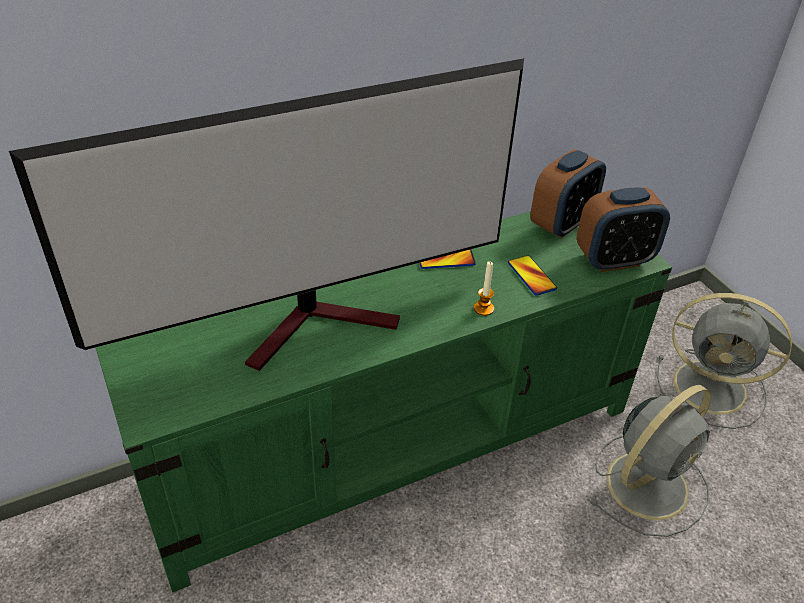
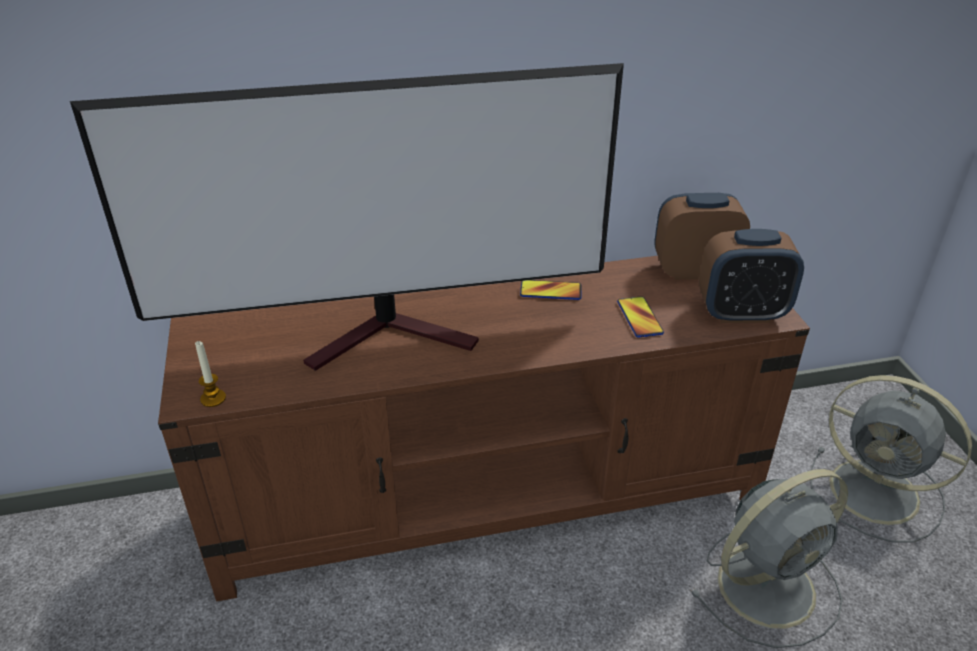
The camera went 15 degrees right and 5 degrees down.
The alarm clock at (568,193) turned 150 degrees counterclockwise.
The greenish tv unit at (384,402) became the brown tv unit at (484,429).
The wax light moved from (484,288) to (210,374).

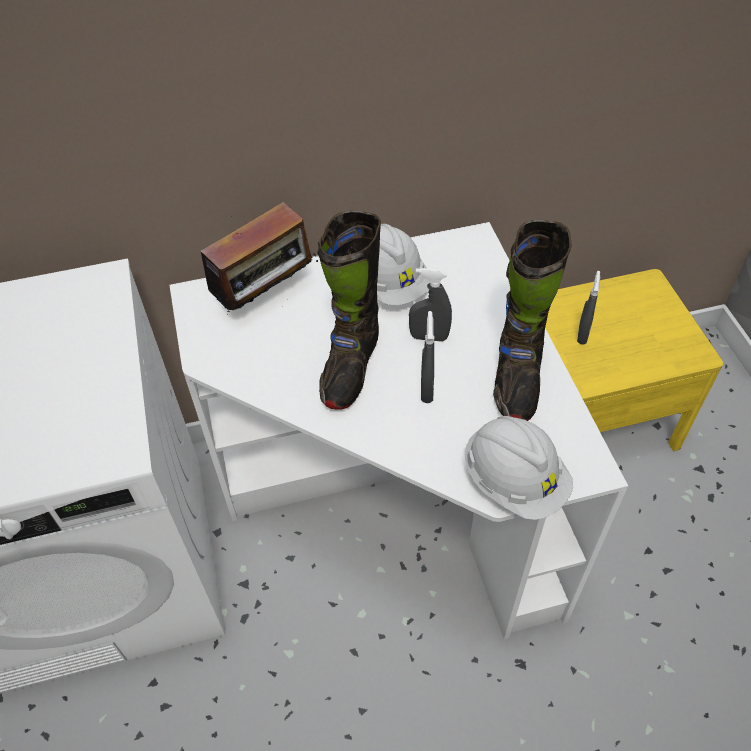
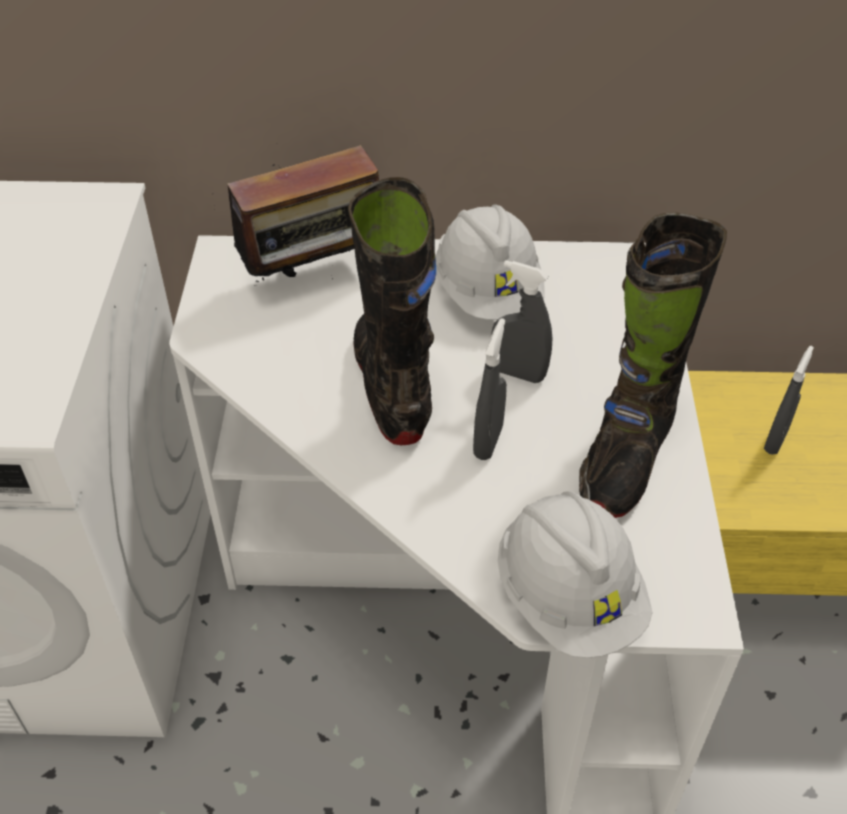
The camera went 15 degrees right and 5 degrees down.
The blackish tall boot at (349,310) turned 135 degrees clockwise.

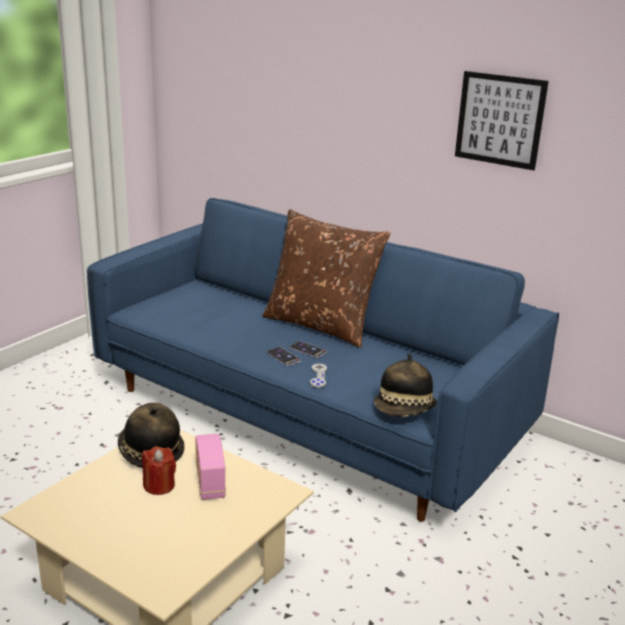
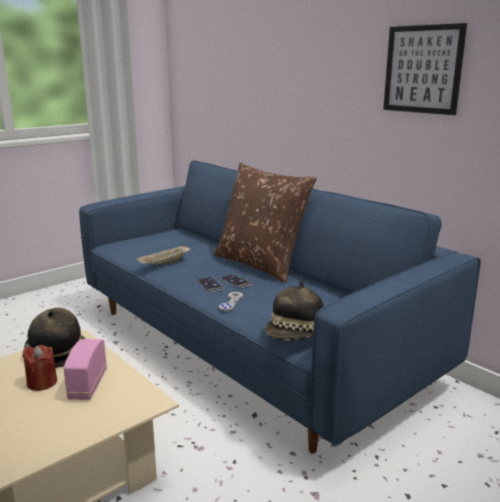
The camera went 15 degrees right and 5 degrees down.
The beige serving tray at (163,254) appeared.

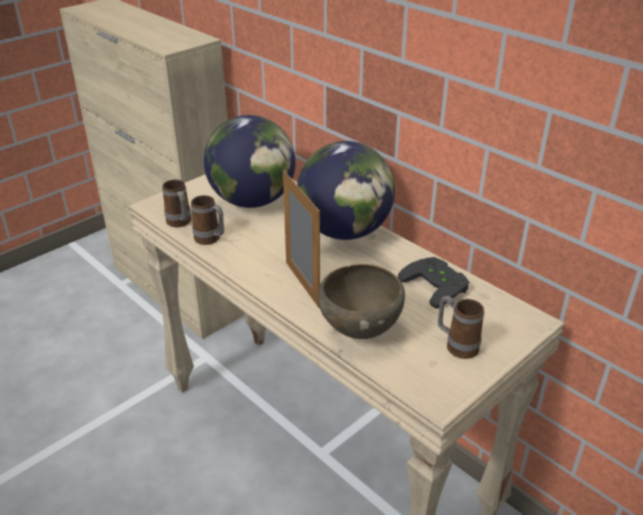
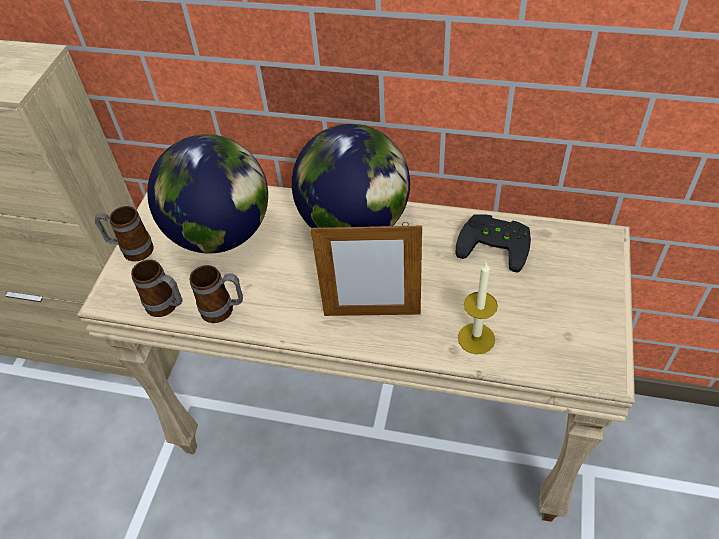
The camera went 30 degrees left and 15 degrees up.
The standing frame at (301,239) turned 150 degrees clockwise.
The brown serving bowl at (361,301) was replaced by the wax light at (478,307).
The mug moved from (461,327) to (124,234).

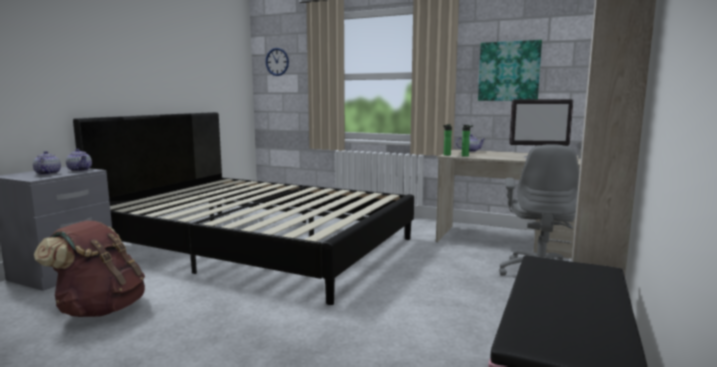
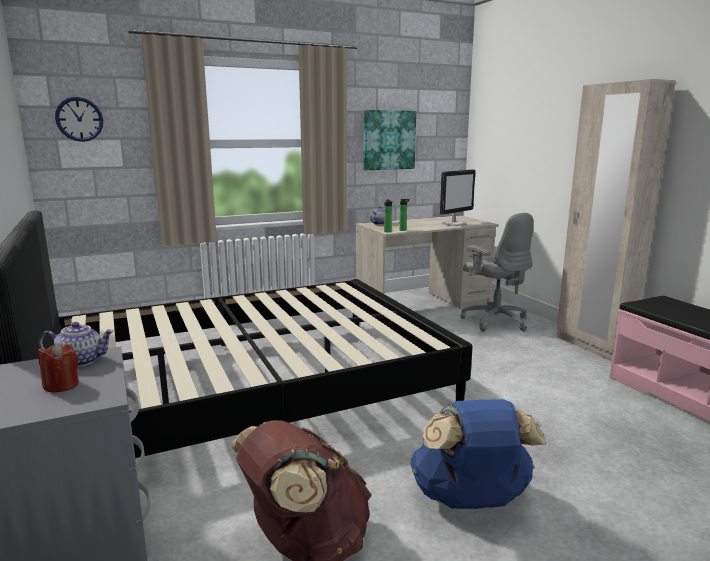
The camera went 50 degrees left and 5 degrees up.
The teapot at (47,163) was replaced by the reddish wax light at (58,368).
The blue rucksack at (478,454) appeared.

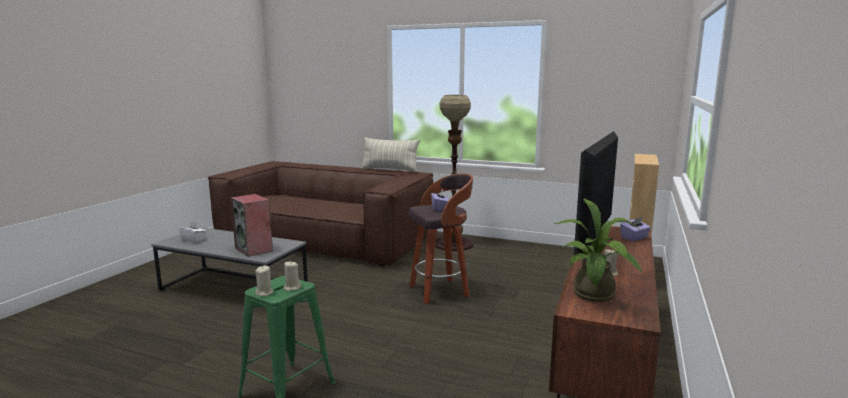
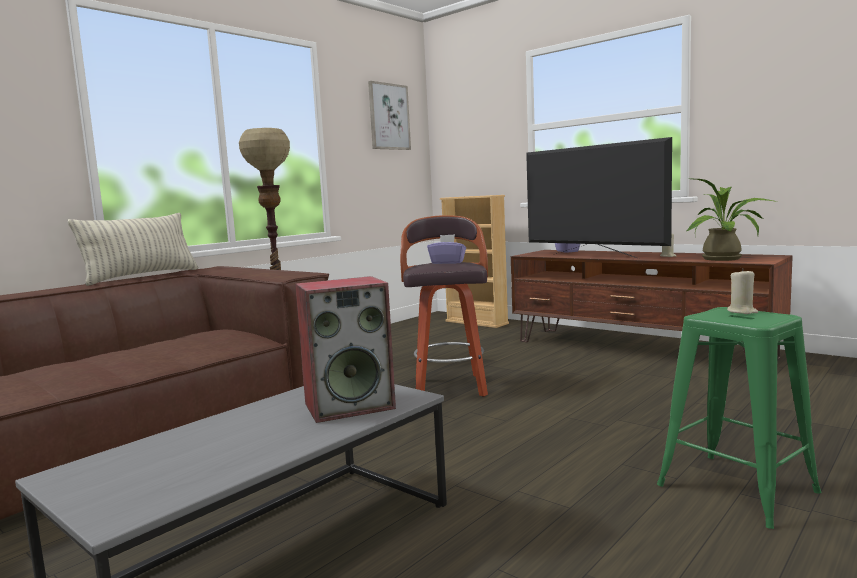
The camera went 70 degrees left and 5 degrees down.
The white tissue holder at (192,232) disappeared.
The beige wax light at (264,281) disappeared.
The picture at (389,115) appeared.

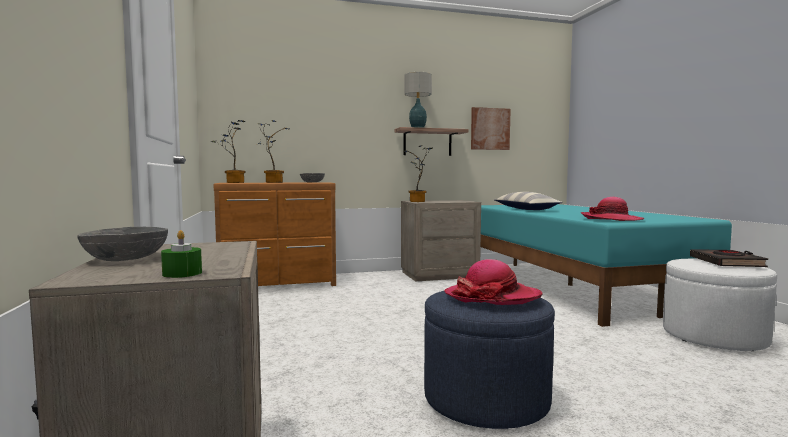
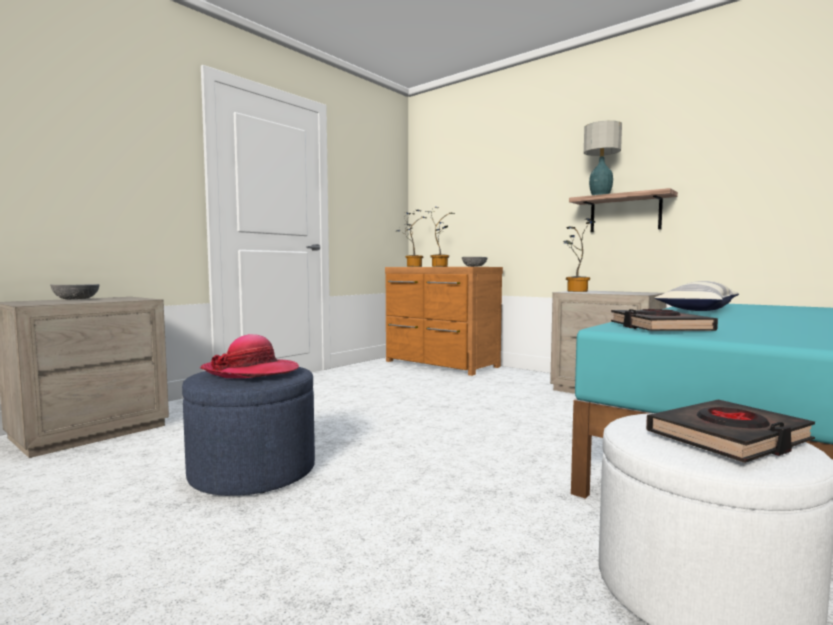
The camera went 55 degrees right and 0 degrees up.
The picture at (491,128) disappeared.
The clothing hat at (612,209) was replaced by the blackish book at (664,320).
The greenish wax light at (181,254) disappeared.

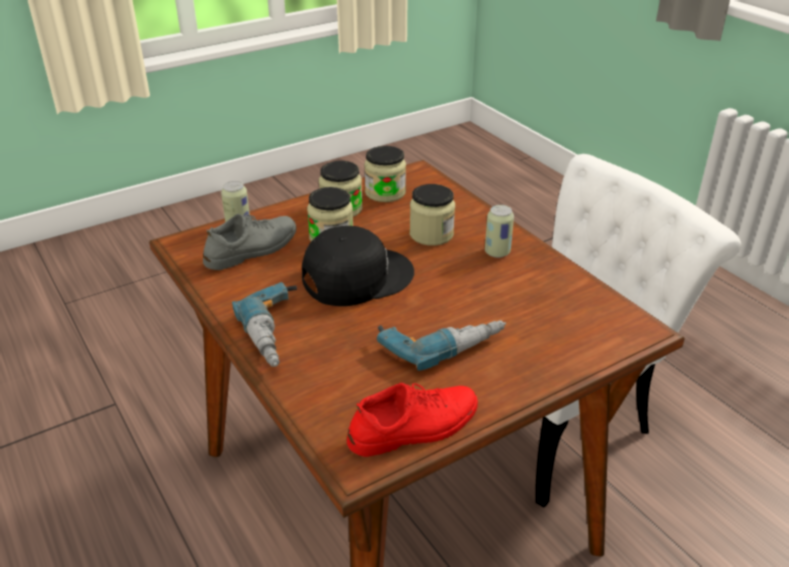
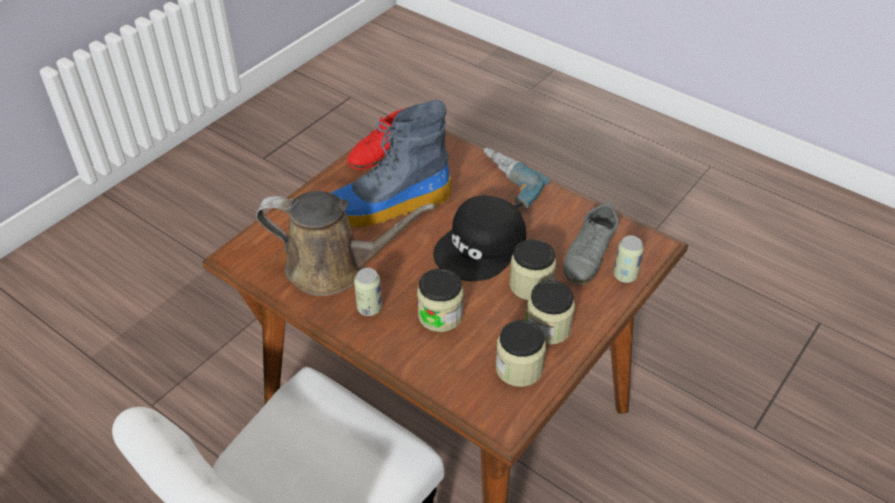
The camera went 160 degrees right and 10 degrees up.
The drill at (441,345) was replaced by the tall boot at (391,164).
The brown watering can at (345,243) appeared.

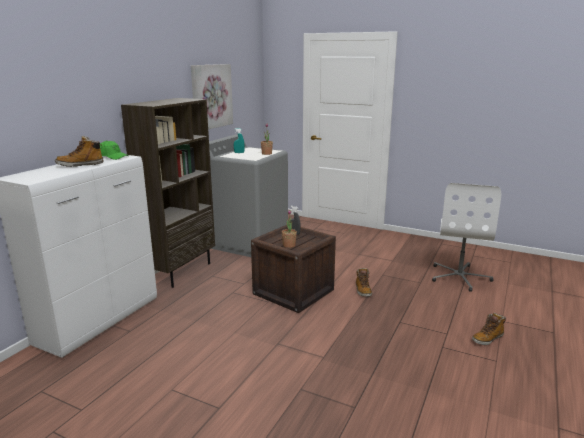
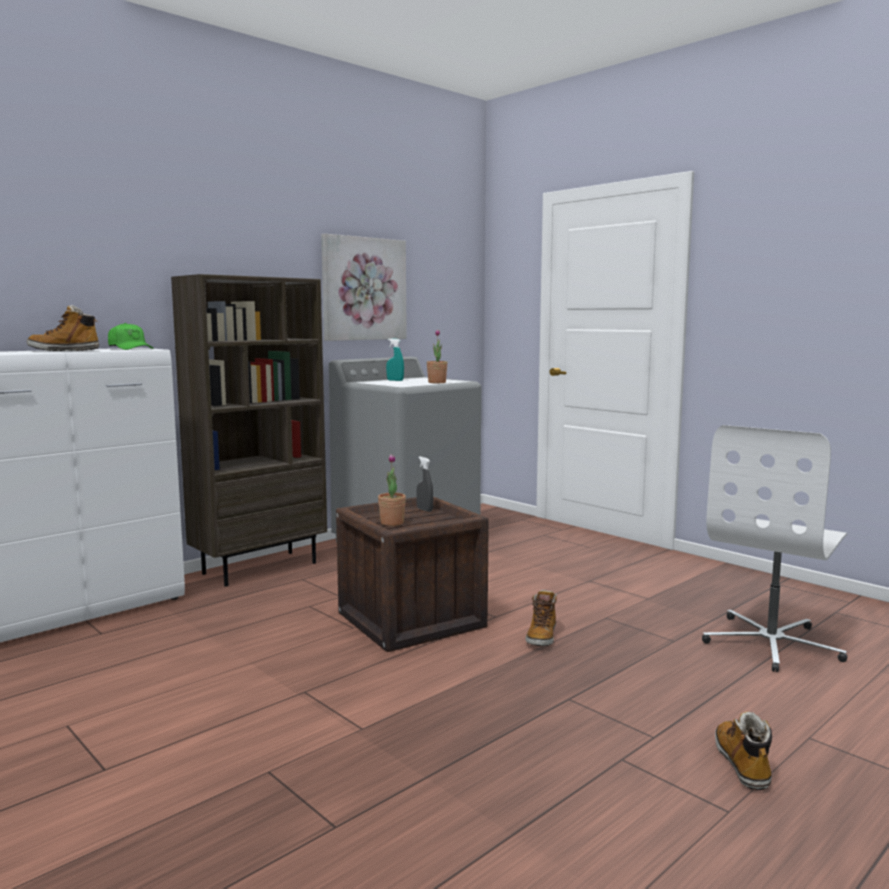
The camera went 20 degrees right and 10 degrees down.
The tall boot at (489,329) turned 105 degrees clockwise.

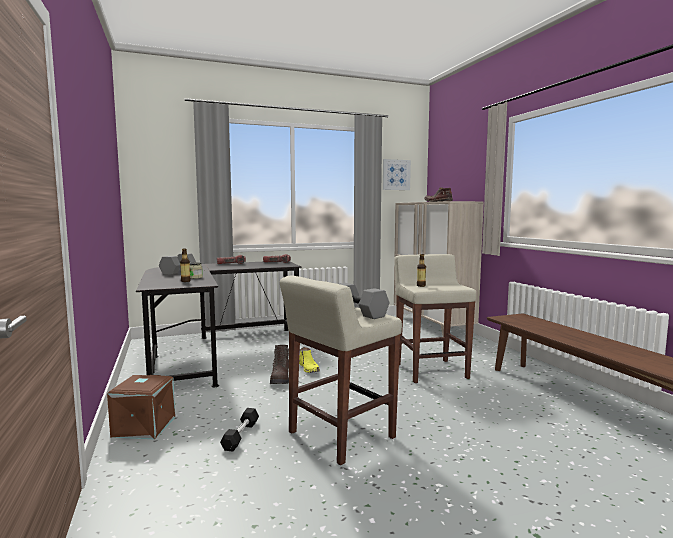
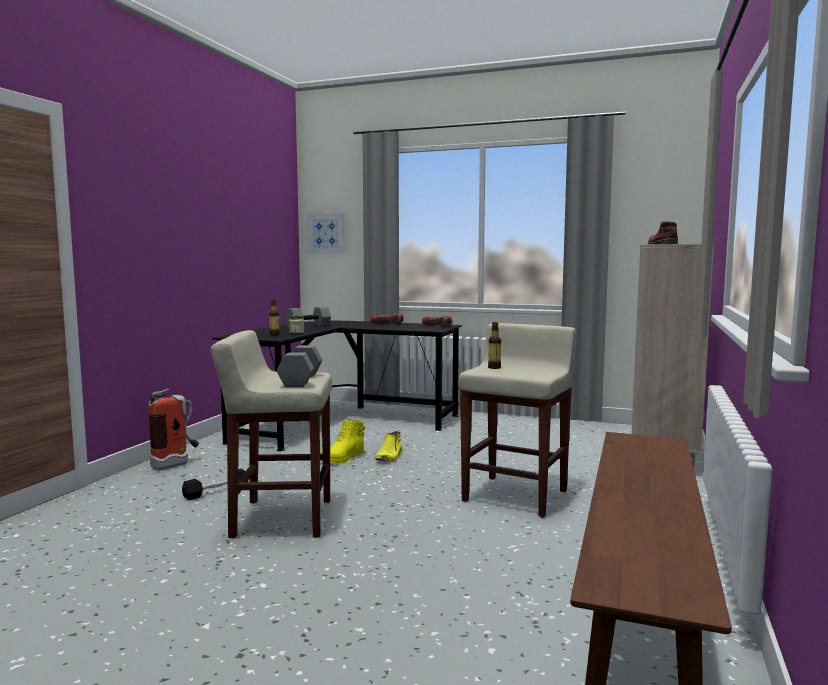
The camera went 40 degrees right and 0 degrees up.
The picture moved from (397,174) to (326,233).
The brown tall boot at (279,364) became the yellowish tall boot at (343,442).
The brown storage bin at (141,407) was replaced by the extinguisher at (173,429).

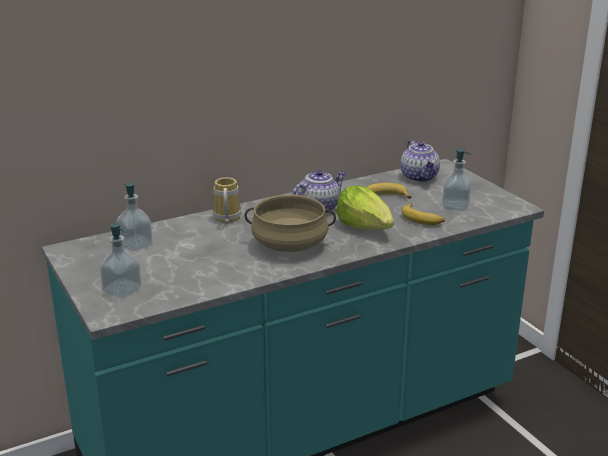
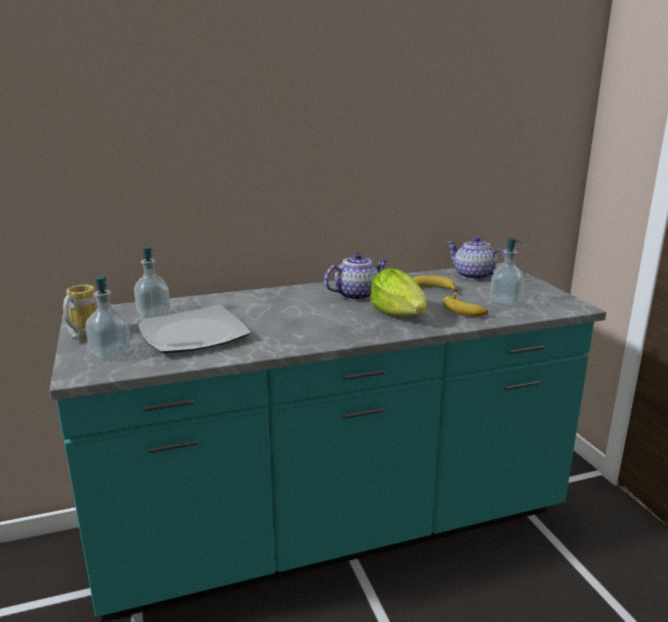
The camera went 10 degrees right and 5 degrees down.
The teapot at (420,161) turned 135 degrees clockwise.
The mug moved from (227,200) to (80,312).
The beige saucepot at (290,223) disappeared.
The plate at (194,329) appeared.

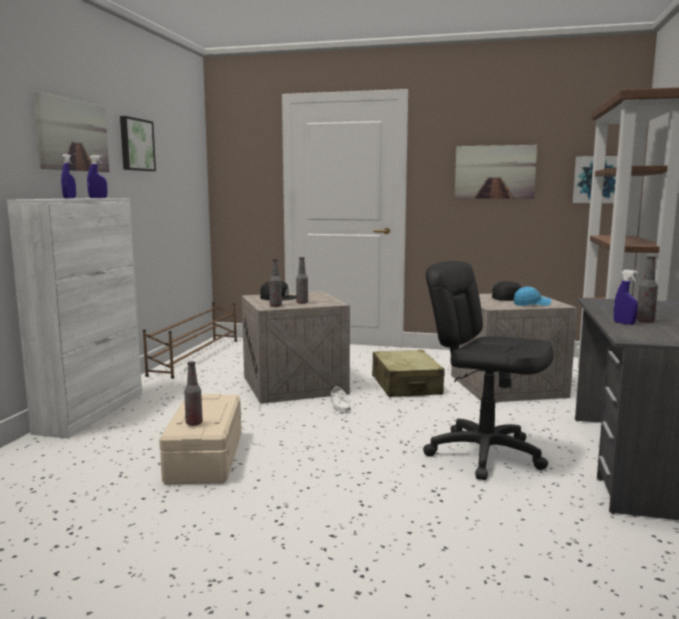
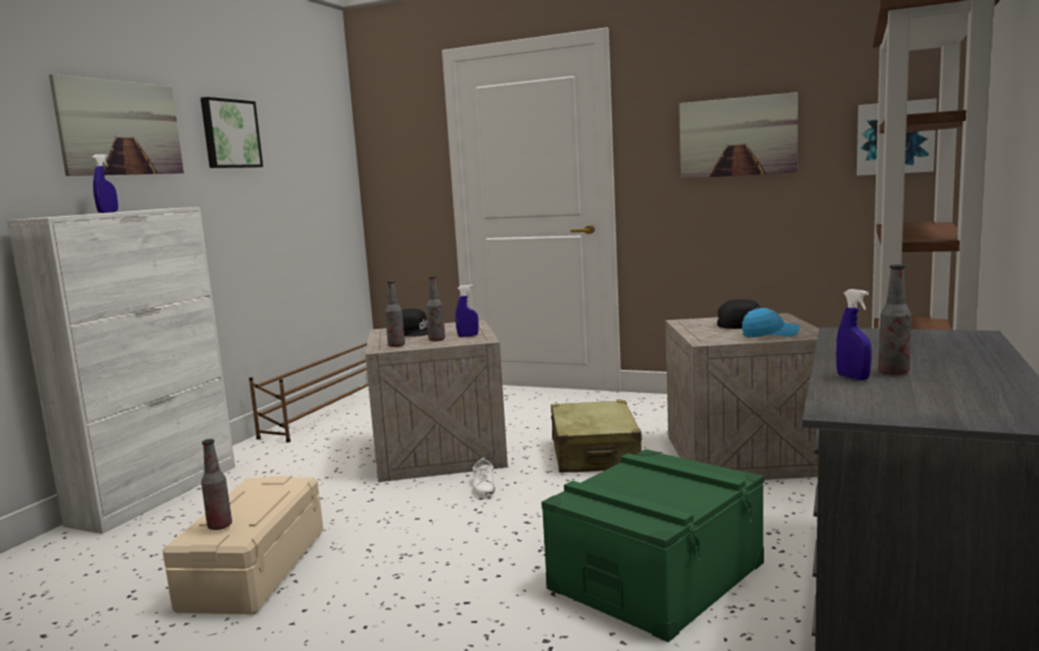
The camera went 10 degrees right and 0 degrees up.
The blue sprayer moved from (97,176) to (467,311).
The blackish computer chair at (488,370) was replaced by the greenish storage bin at (652,545).

